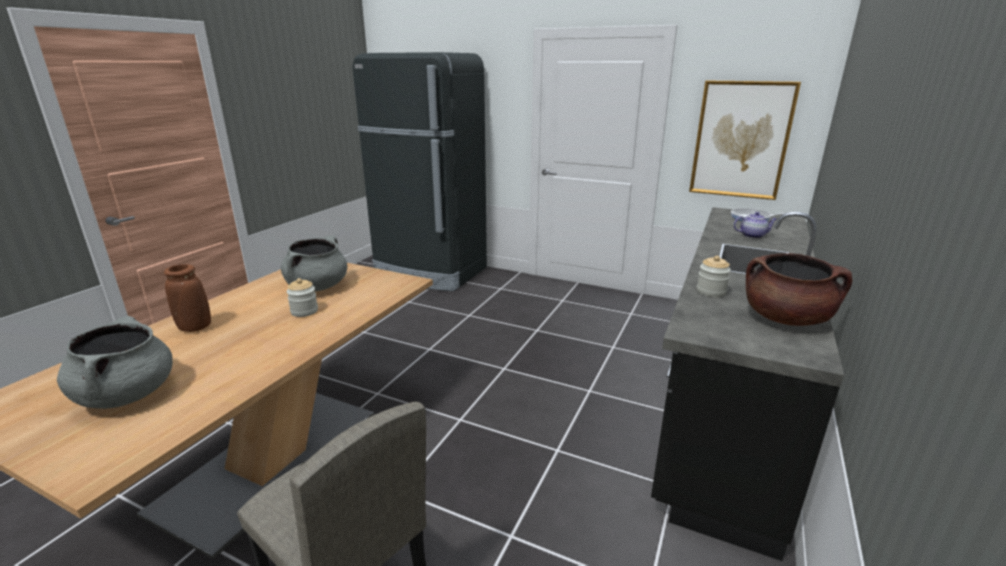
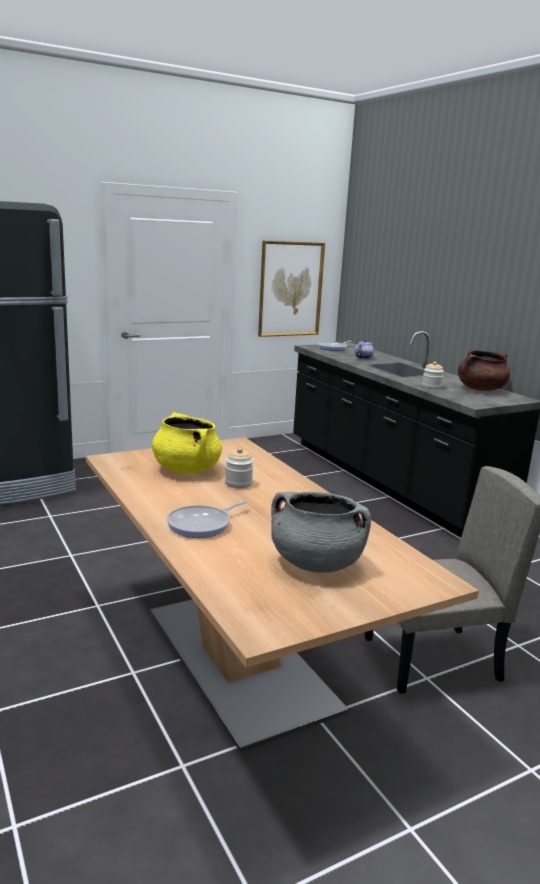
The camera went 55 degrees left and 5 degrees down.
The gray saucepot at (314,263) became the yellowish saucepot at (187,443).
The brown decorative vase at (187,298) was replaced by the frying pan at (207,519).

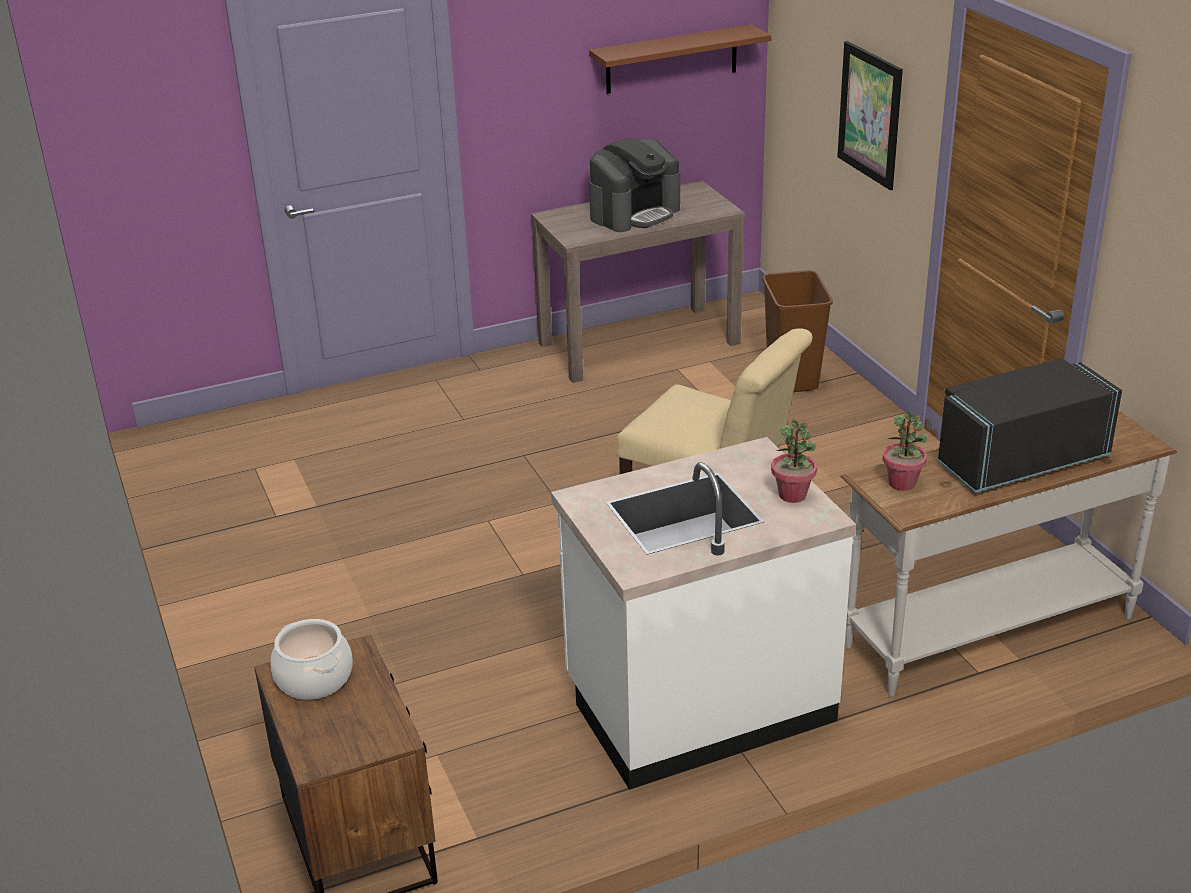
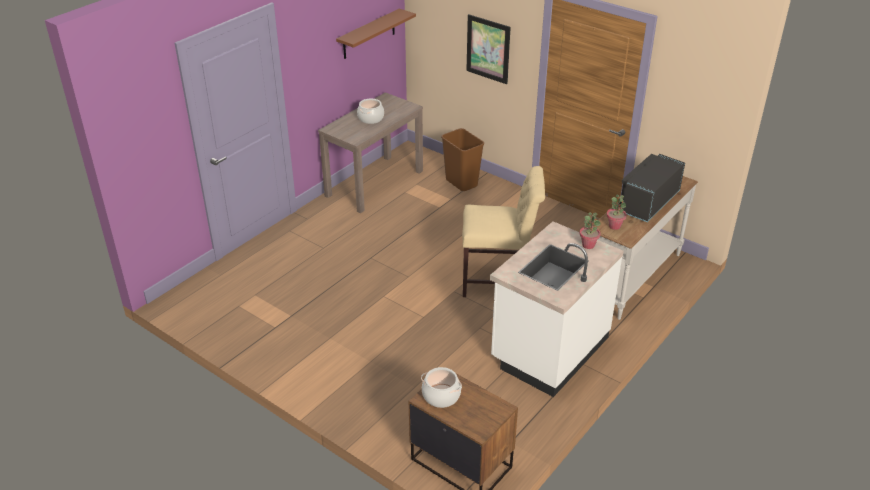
The camera went 30 degrees left and 5 degrees up.
The coffee maker at (634,185) was replaced by the saucepot at (370,111).

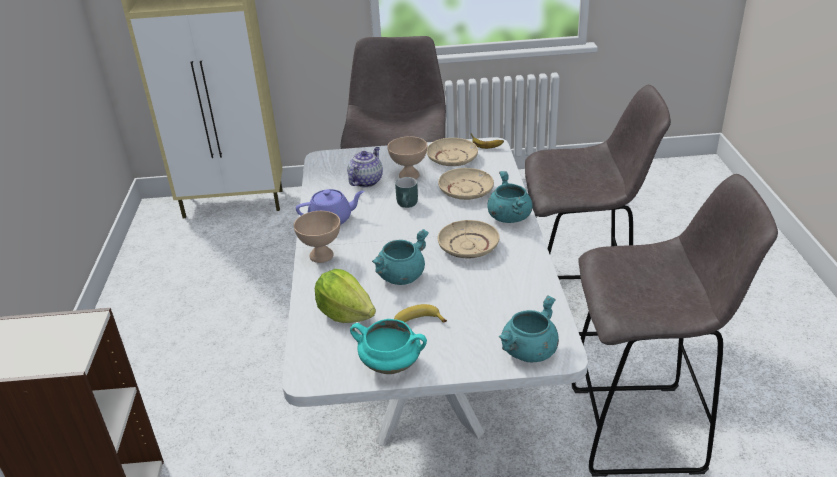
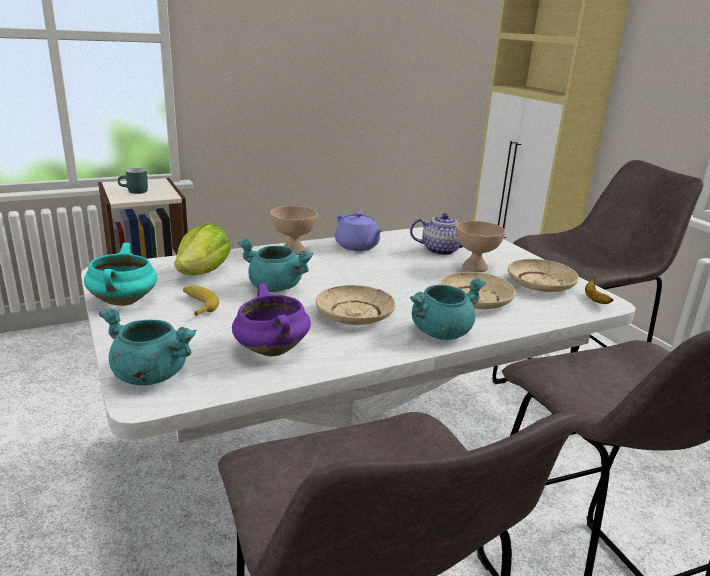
The camera went 65 degrees right and 10 degrees down.
The turquoise mug moved from (406,192) to (133,181).
The purple-coloured saucepot at (271,319) appeared.

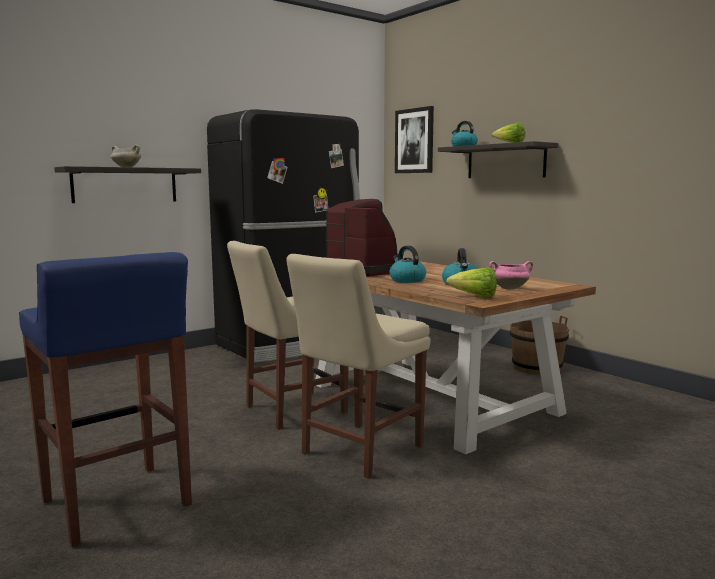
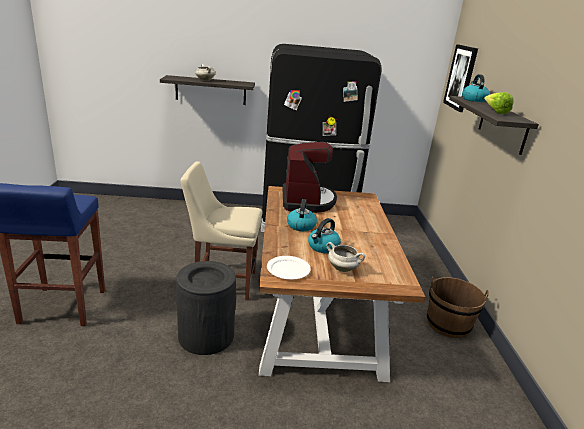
The camera went 35 degrees right and 15 degrees up.
The beige upright chair at (358,366) was replaced by the blackish rubbish bin at (206,308).
The pink-coloured saucepot at (511,275) became the white saucepot at (345,257).
The lettuce at (471,282) was replaced by the white plate at (289,267).

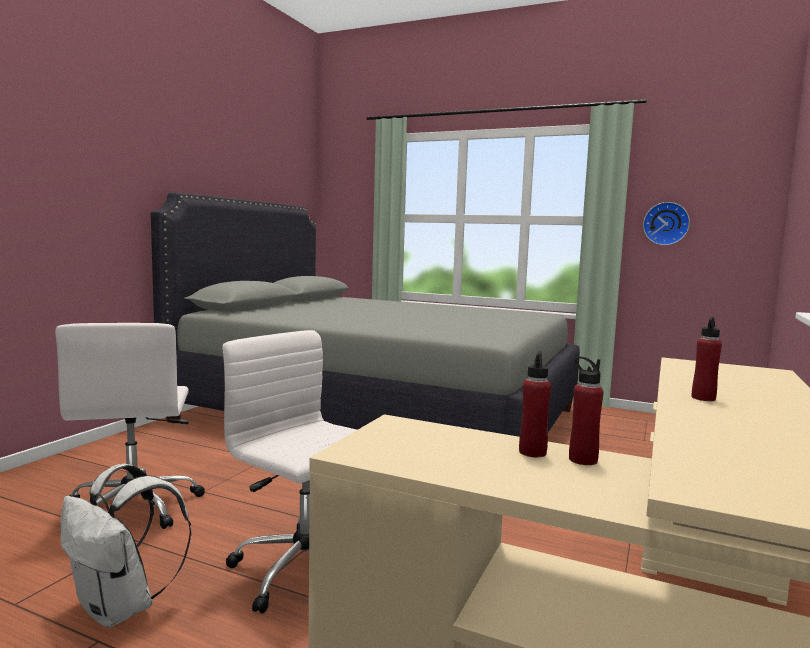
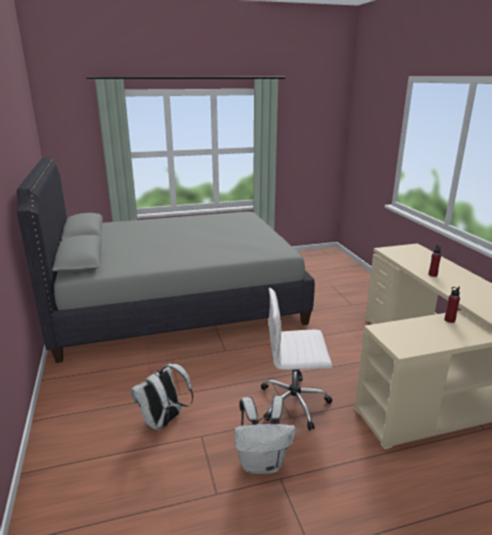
The camera went 40 degrees left and 15 degrees up.
The hanging clock at (666,223) disappeared.
The white computer chair at (130,426) was replaced by the white rucksack at (162,396).
The reddish beverage bottle at (535,404) disappeared.

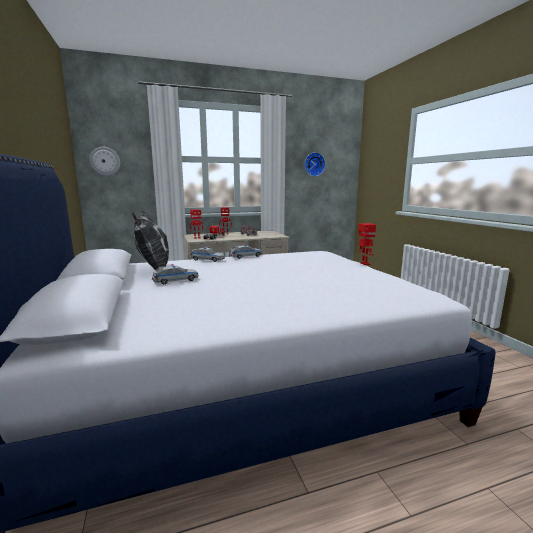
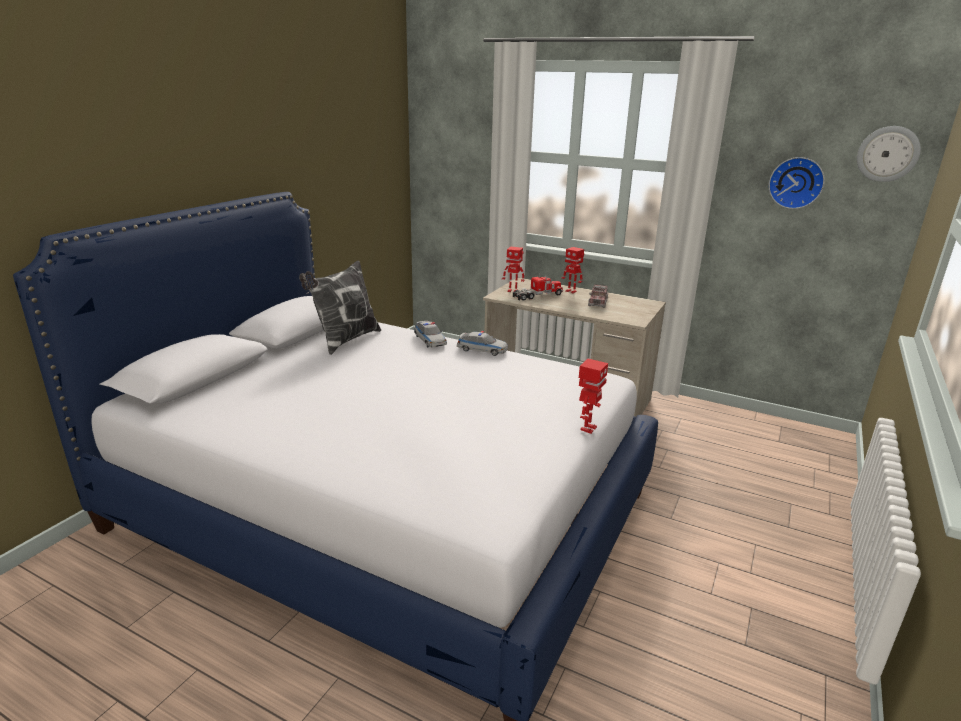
The camera went 45 degrees right and 10 degrees up.
The hanging clock moved from (104,161) to (889,154).
The toy car at (174,274) disappeared.

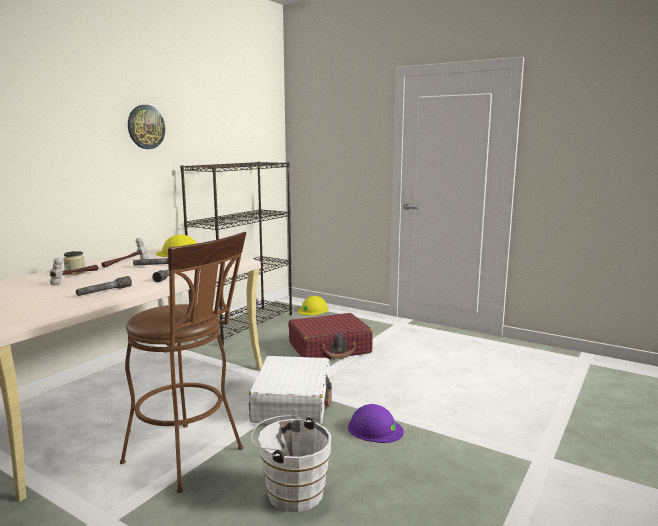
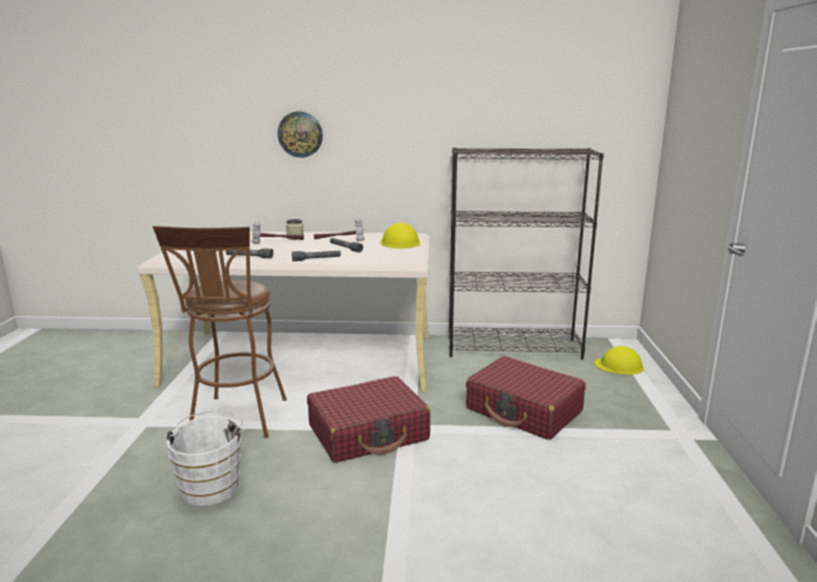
The camera went 60 degrees right and 5 degrees up.
The hanging clock moved from (146,127) to (300,134).
The white travel case at (290,390) became the reddish travel case at (368,419).
The purple-coloured safety helmet at (376,423) disappeared.

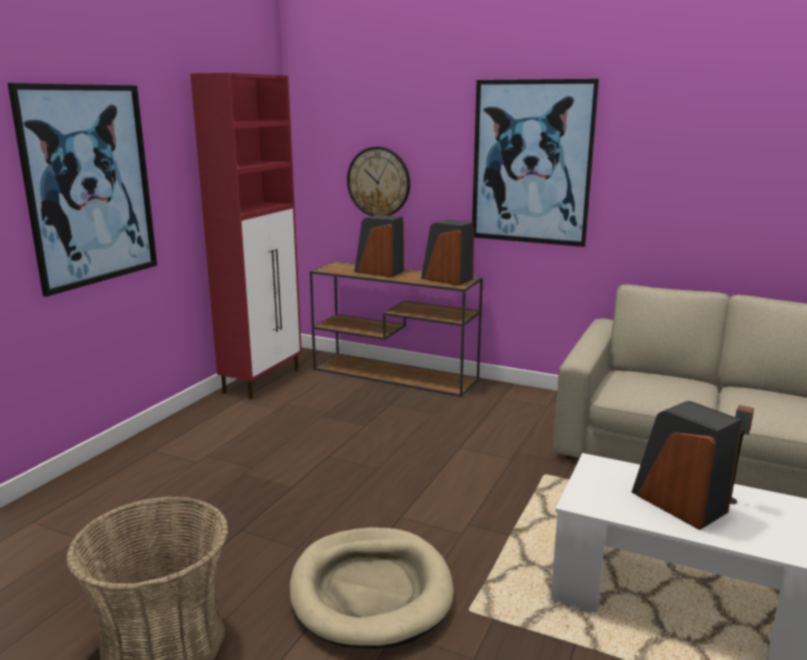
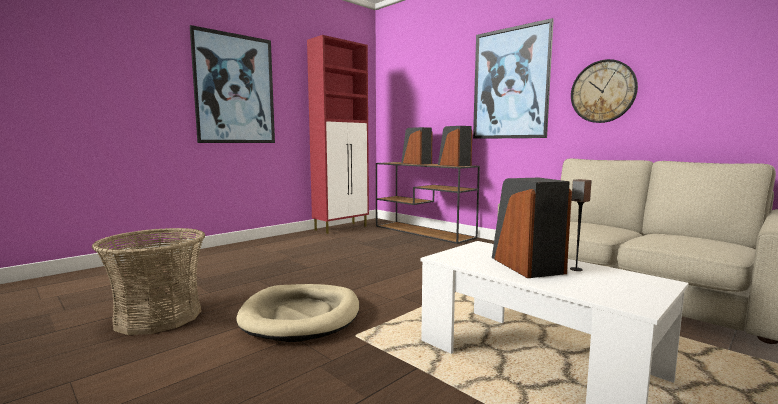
The camera went 20 degrees right and 10 degrees down.
The hanging clock moved from (378,181) to (604,91).

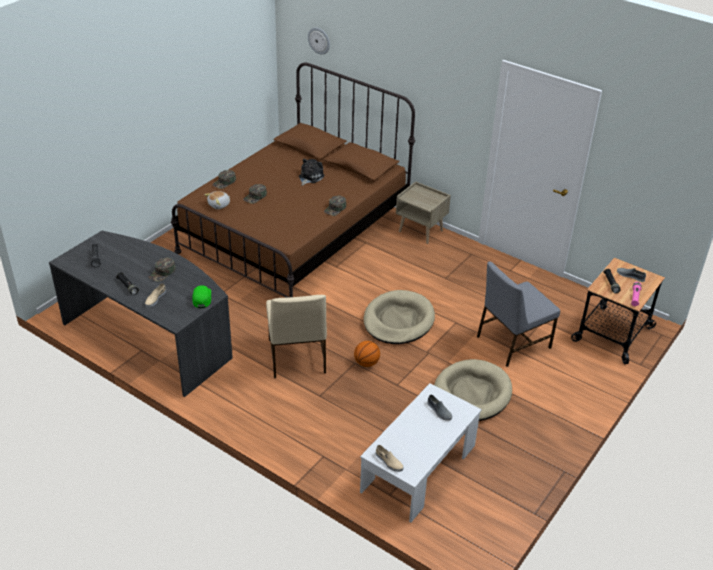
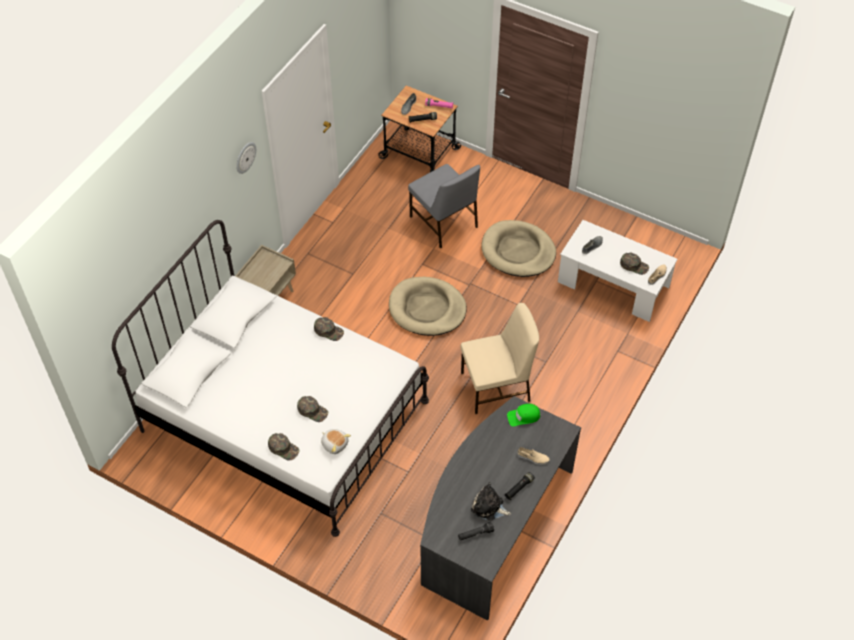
The camera went 95 degrees left and 15 degrees up.
The hanging clock moved from (319,40) to (246,158).
The brown bed at (293,180) became the white bed at (270,378).
The soft toy moved from (311,172) to (491,501).
The greenish cap moved from (162,269) to (634,264).
The ball for basketball at (367,354) disappeared.

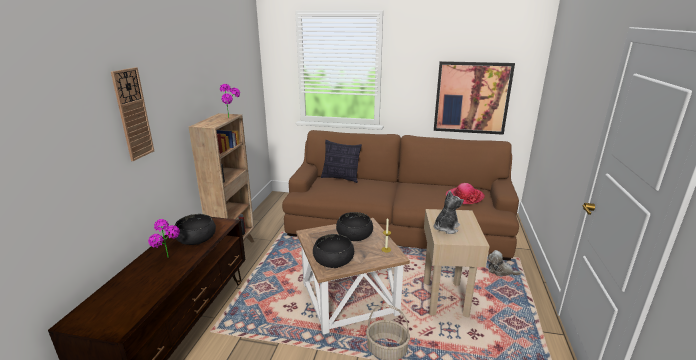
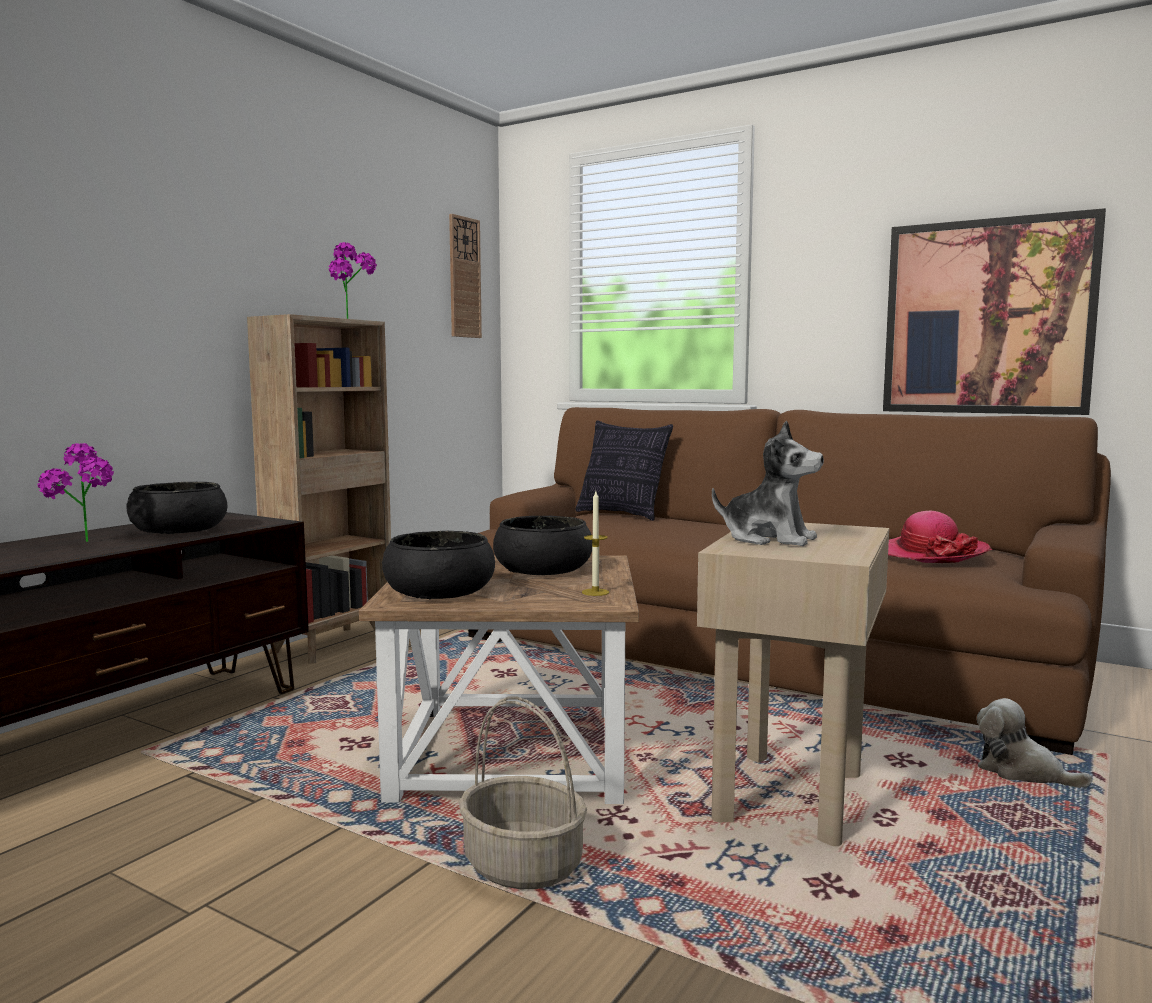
The camera went 20 degrees right and 15 degrees down.
The hanging clock moved from (132,114) to (465,276).
The soft toy at (448,212) turned 60 degrees clockwise.

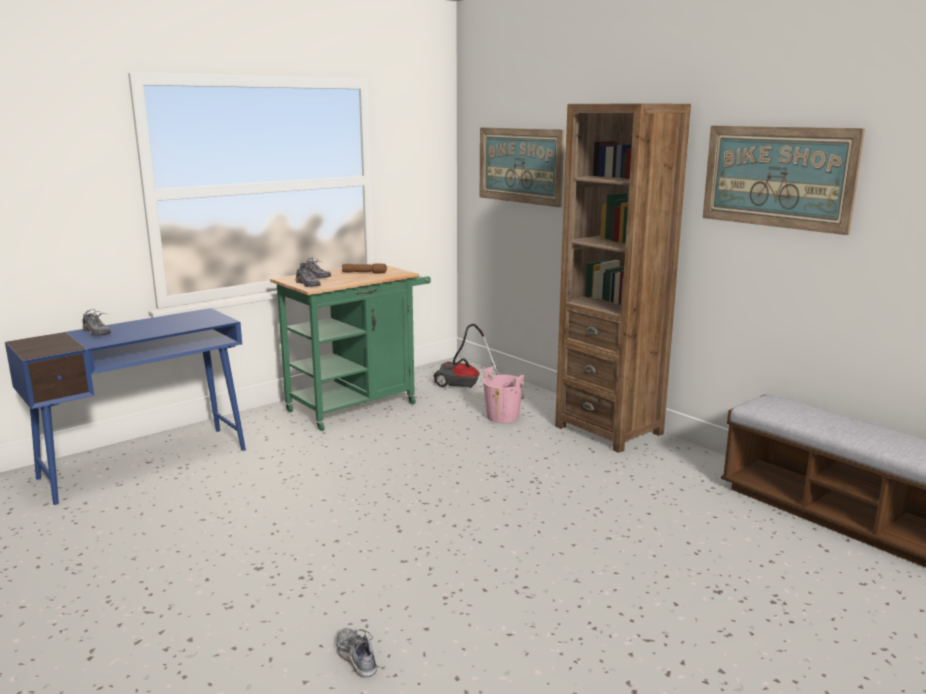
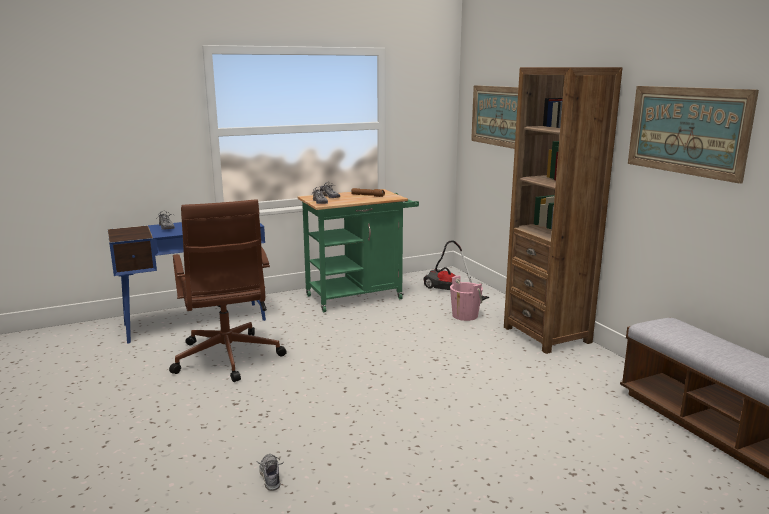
The camera went 15 degrees right and 0 degrees up.
The brown computer chair at (228,290) appeared.

